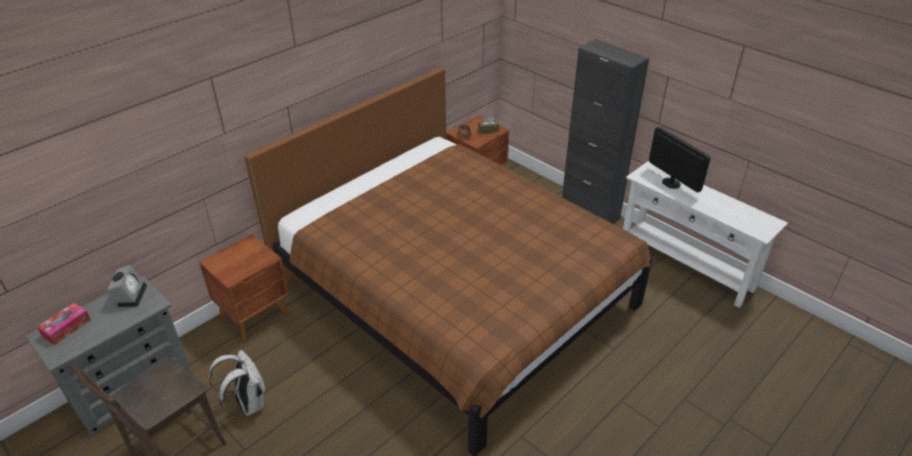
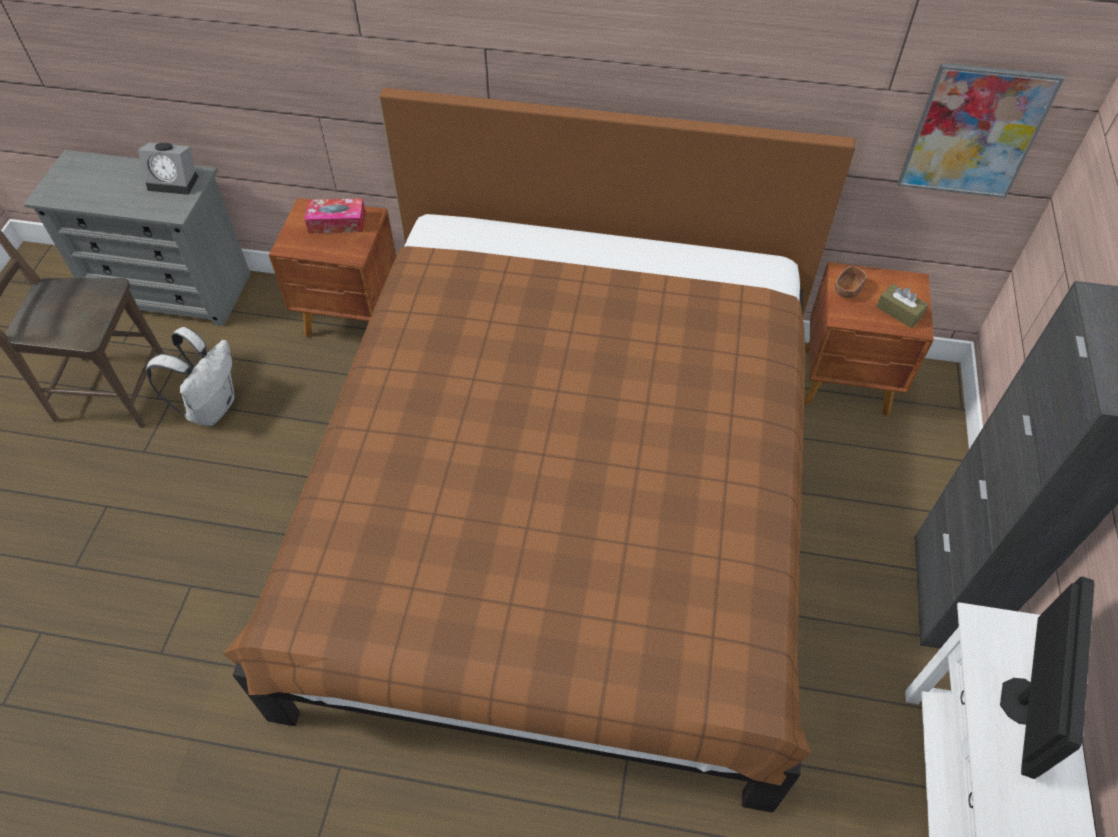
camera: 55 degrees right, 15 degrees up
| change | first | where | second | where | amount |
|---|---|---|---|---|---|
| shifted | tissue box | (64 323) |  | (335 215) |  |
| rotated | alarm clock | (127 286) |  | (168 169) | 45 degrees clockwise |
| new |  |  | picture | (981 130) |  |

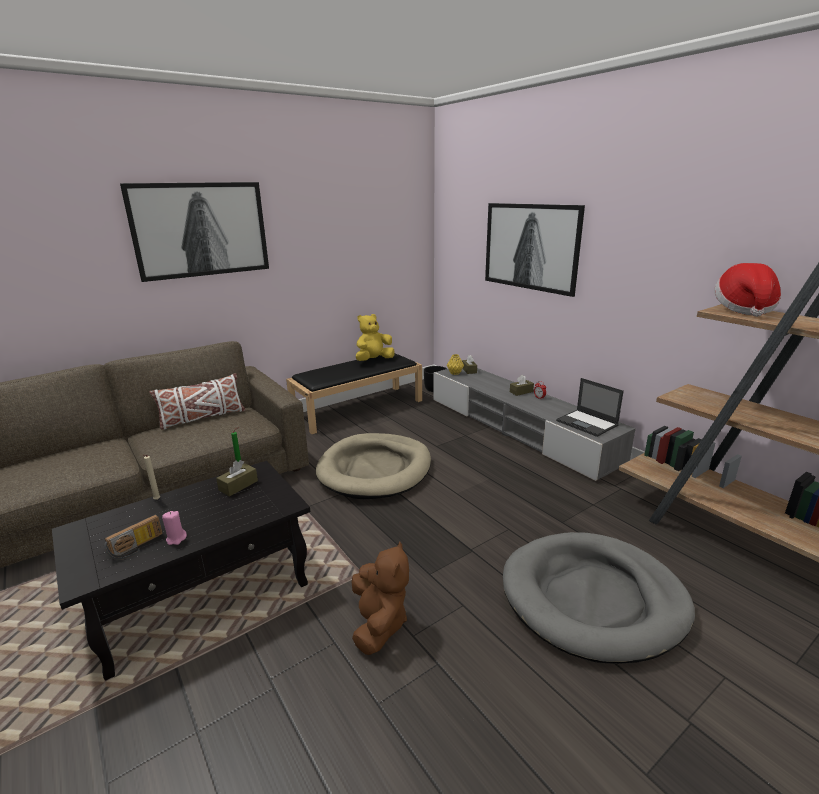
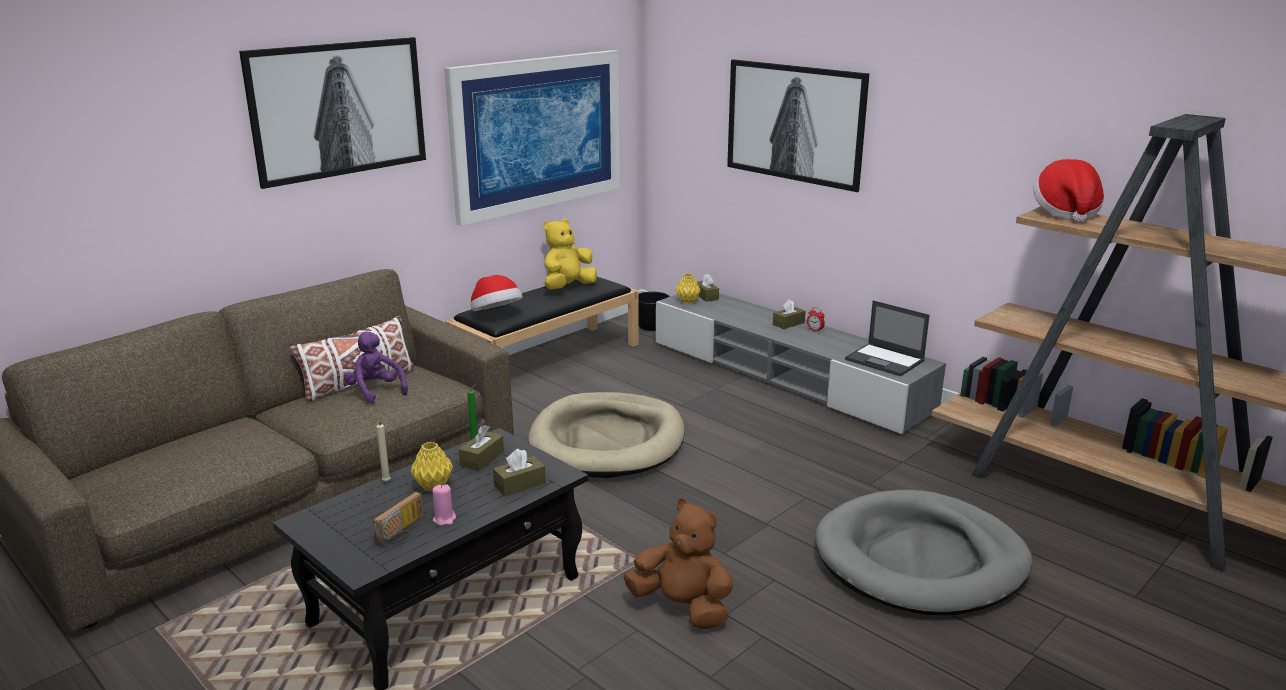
camera: 10 degrees left, 0 degrees up
| change | first | where | second | where | amount |
|---|---|---|---|---|---|
| rotated | plush toy/brown | (380 598) |  | (678 564) | 45 degrees counterclockwise |
| new |  |  | plush toy/purple | (376 367) |  |
| new |  |  | vase/yellow | (432 467) |  |
| new |  |  | picture | (532 138) |  |
| new |  |  | hat | (496 293) |  |
| new |  |  | tissue box/brown | (519 472) |  |

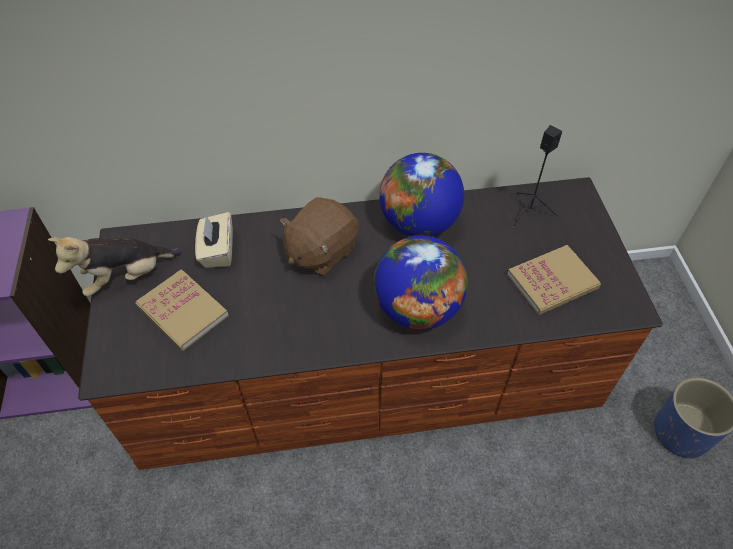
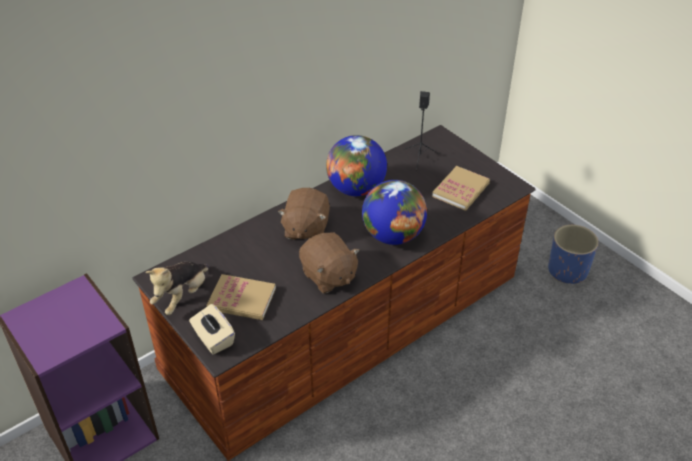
camera: 30 degrees left, 10 degrees down
| change | first | where | second | where | amount |
|---|---|---|---|---|---|
| shifted | tissue box/beige | (214 240) |  | (212 329) |  |
| new |  |  | plush toy/brown | (329 263) |  |

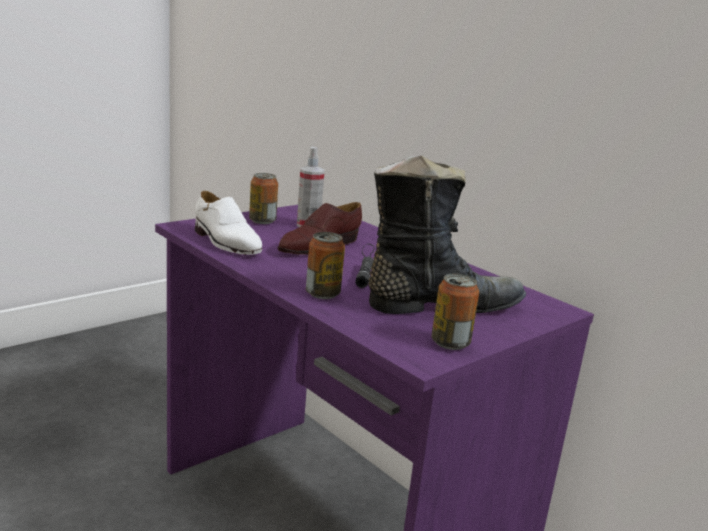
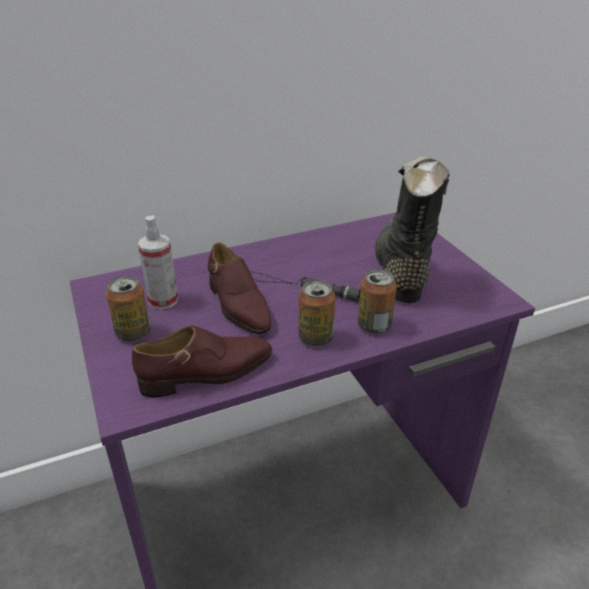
camera: 70 degrees left, 15 degrees up
| change | first | where | second | where | amount |
|---|---|---|---|---|---|
| repainted | shoe/white | (229 223) | shoe/brown | (202 361) |  |
| shifted | can | (455 311) |  | (317 313) |  |

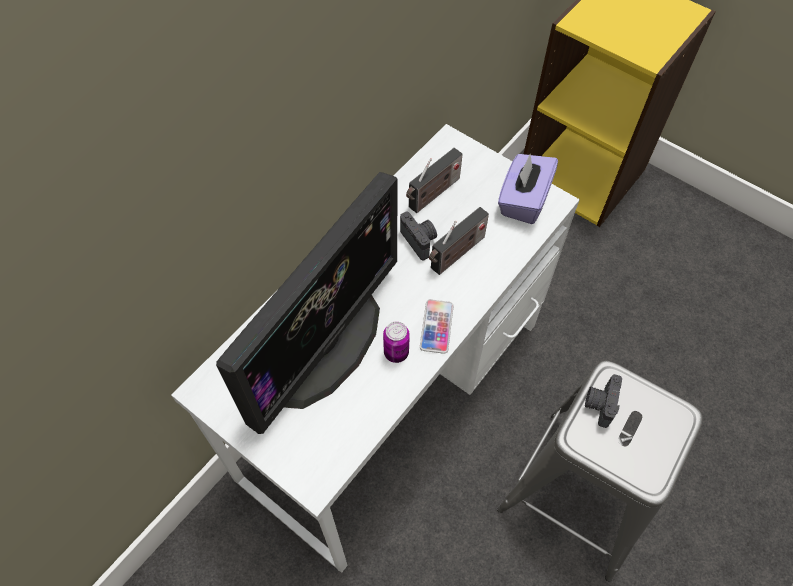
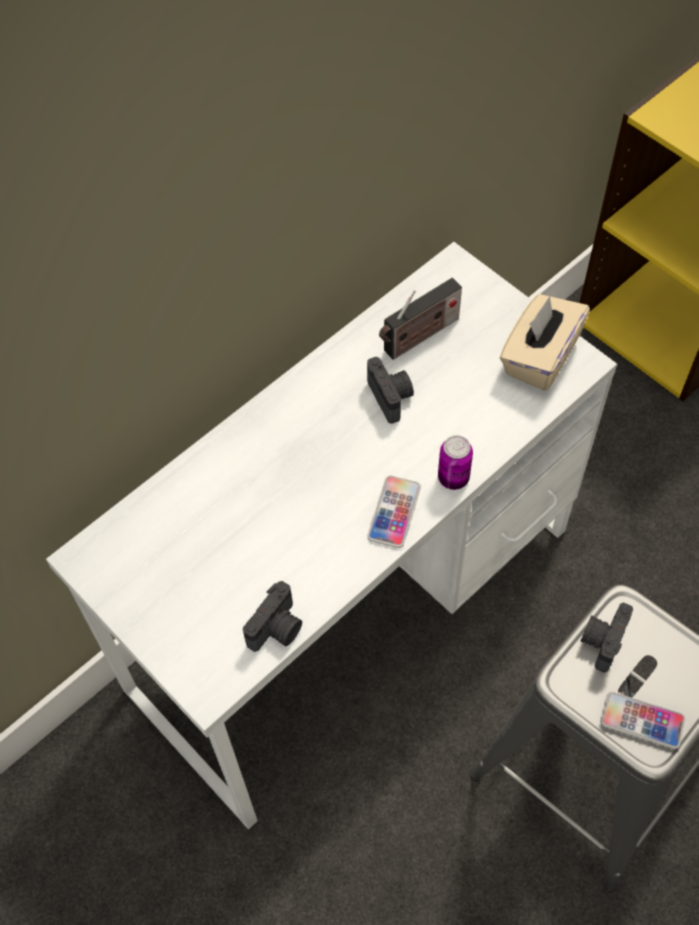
camera: 10 degrees right, 0 degrees up
| change | first | where | second | where | amount |
|---|---|---|---|---|---|
| gone | monitor | (306 303) |  |  |  |
| shifted | can | (396 342) |  | (455 462) |  |
| gone | radio | (459 241) |  |  |  |
| repainted | tissue box/purple | (528 189) | tissue box/beige | (545 342) |  |
| new |  |  | photo camera | (272 616) |  |
| new |  |  | phone | (643 720) |  |

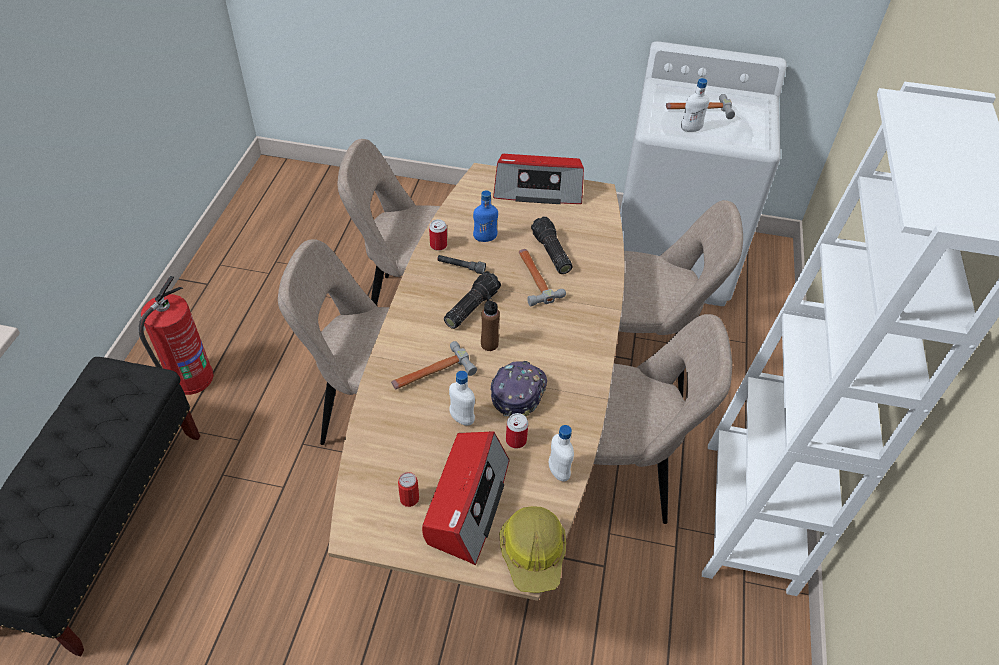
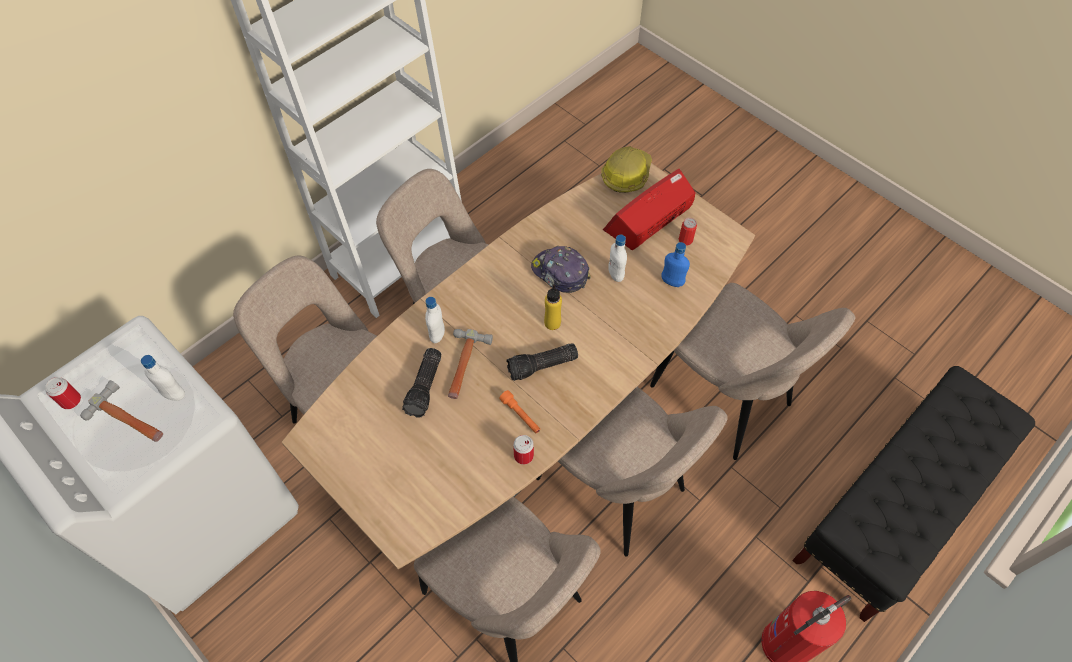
camera: 145 degrees left, 10 degrees up
| change | first | where | second | where | amount |
|---|---|---|---|---|---|
| gone | hammer | (434 365) |  |  |  |
| repainted | flashlight/grey | (461 264) | flashlight/orange | (519 411) |  |
| shifted | bottle/blue | (485 216) |  | (675 264) |  |
| repainted | bottle/brown | (490 322) | bottle/yellow | (553 307) |  |
| rotated | cap | (518 389) |  | (561 269) | 75 degrees clockwise |
| gone | radio | (538 179) |  |  |  |
| shifted | can | (517 431) |  | (63 393) |  |
| shifted | bottle/white | (561 453) |  | (435 320) |  |
| new |  |  | chair/beige | (753 371) |  |

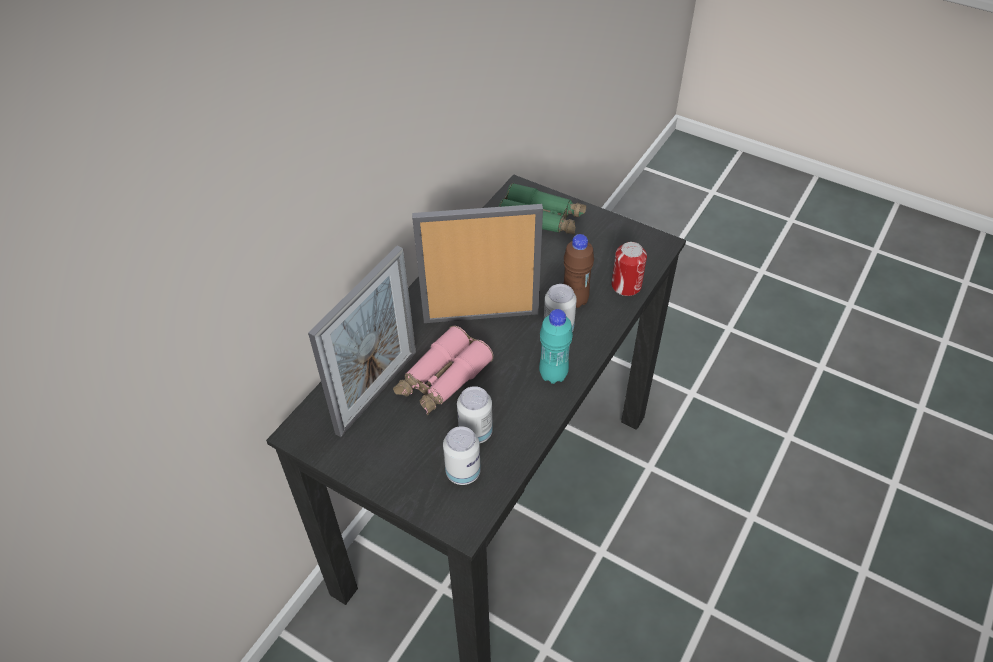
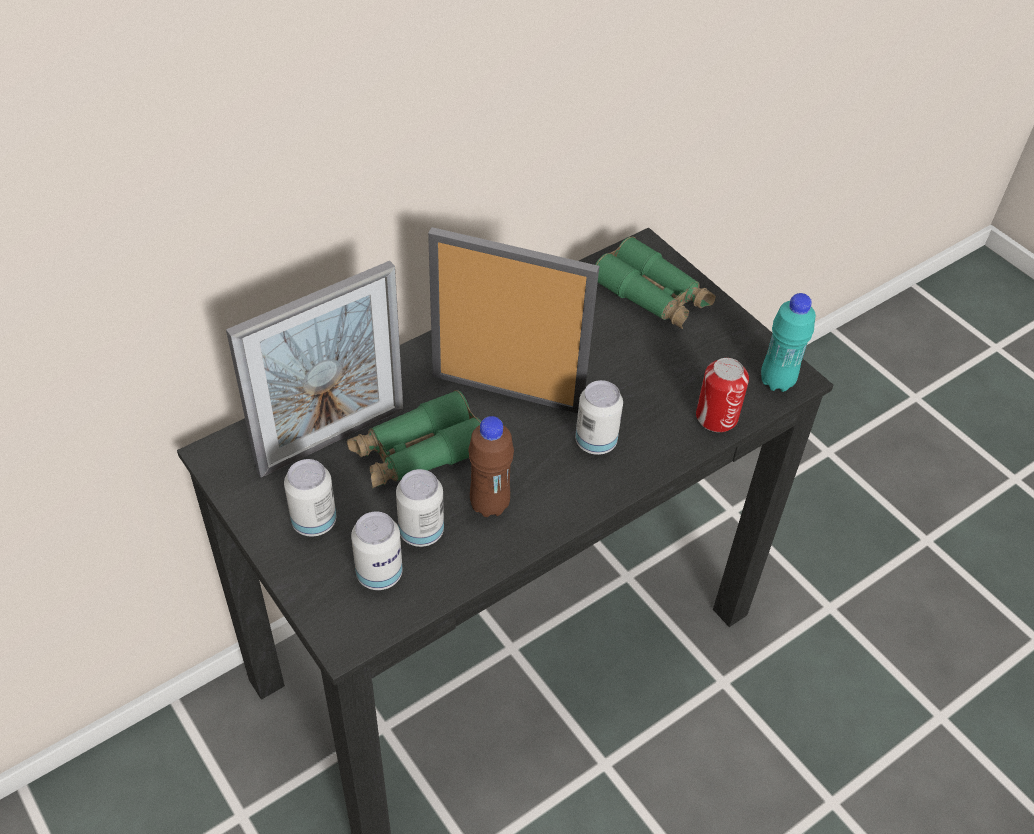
camera: 20 degrees right, 0 degrees up
| change | first | where | second | where | amount |
|---|---|---|---|---|---|
| repainted | binoculars/pink | (443 370) | binoculars/green | (414 439) |  |
| shifted | bottle/turquoise | (556 346) |  | (788 342) |  |
| shifted | bottle/brown | (578 271) |  | (491 466) |  |
| new |  |  | can | (310 497) |  |

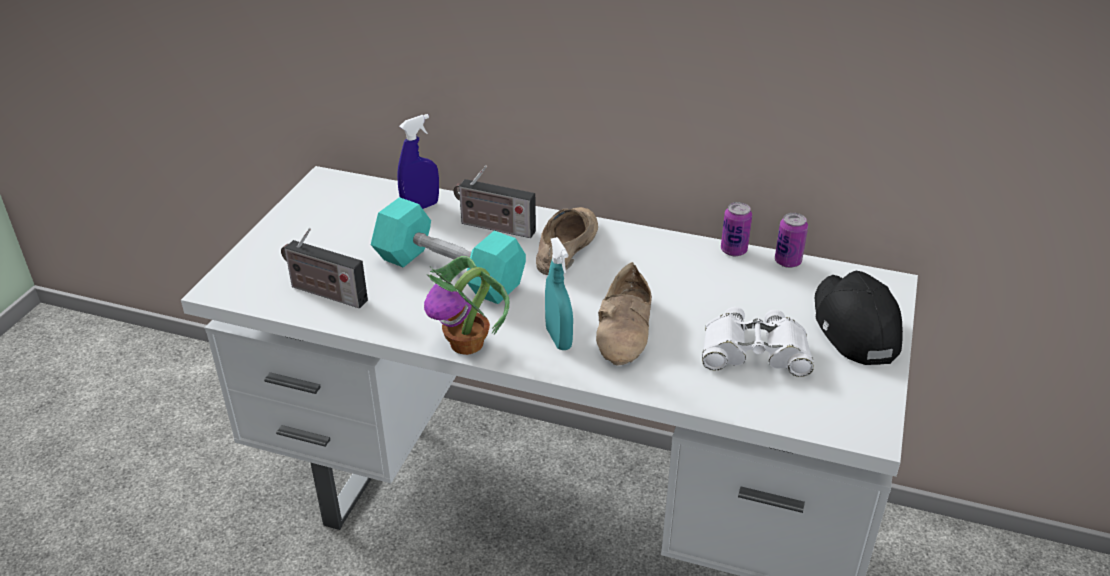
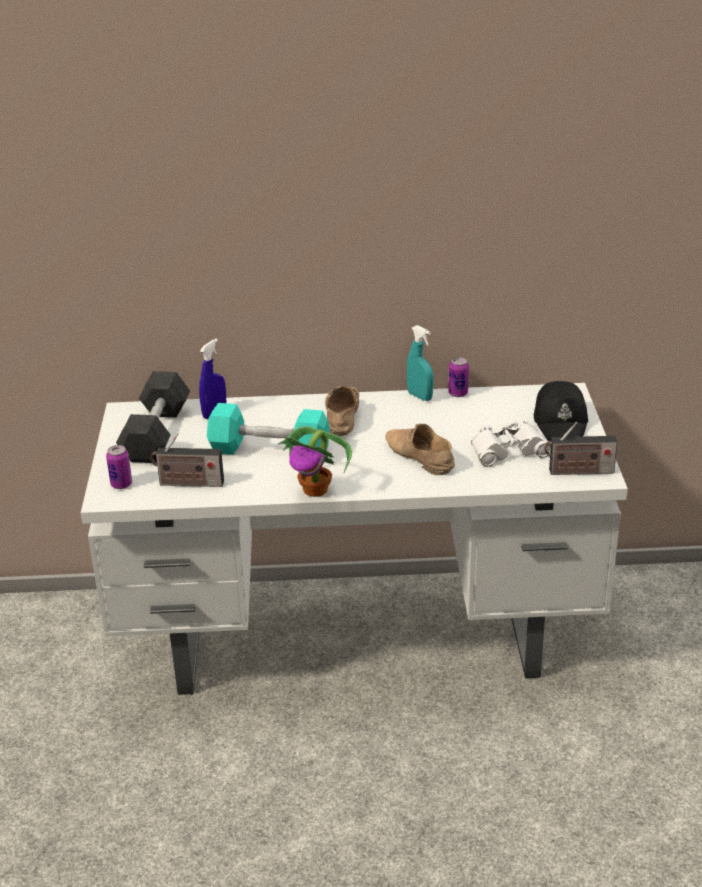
camera: 20 degrees left, 5 degrees down
| change | first | where | second | where | amount |
|---|---|---|---|---|---|
| shifted | radio | (495 201) |  | (580 448) |  |
| shifted | spray bottle/turquoise | (559 293) |  | (420 363) |  |
| rotated | shoe/beige | (624 314) |  | (420 449) | 150 degrees clockwise |
| shifted | can | (791 240) |  | (119 467) |  |
| rotated | cap/black | (859 318) |  | (561 411) | 150 degrees counterclockwise |
| new |  |  | dumbbell/black | (153 417) |  |

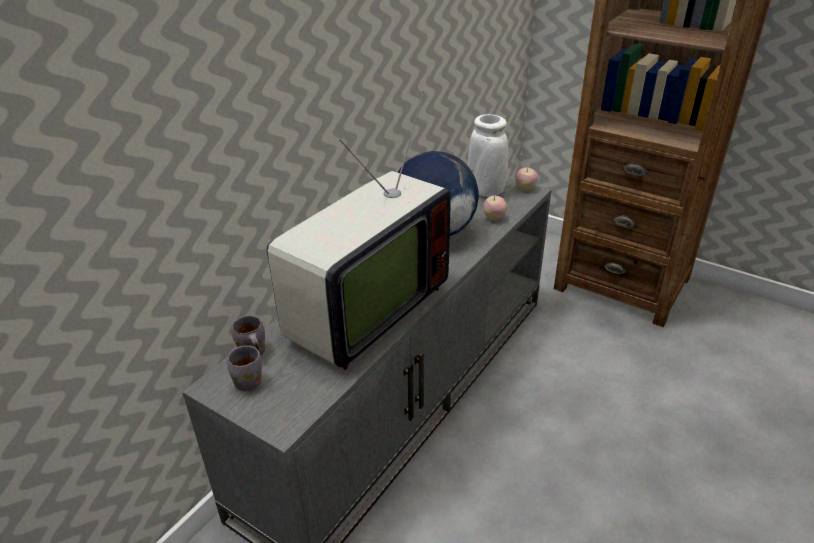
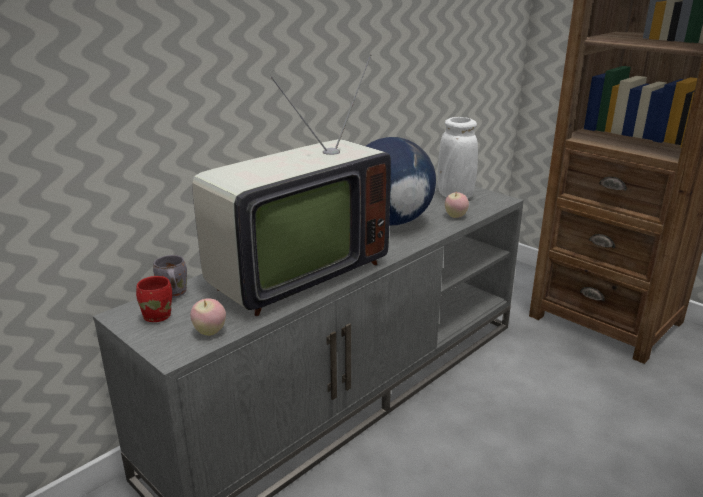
camera: 10 degrees right, 10 degrees down
| change | first | where | second | where | amount |
|---|---|---|---|---|---|
| repainted | mug/grey | (244 369) | mug/red | (154 299) |  |
| shifted | apple | (526 179) |  | (208 317) |  |

